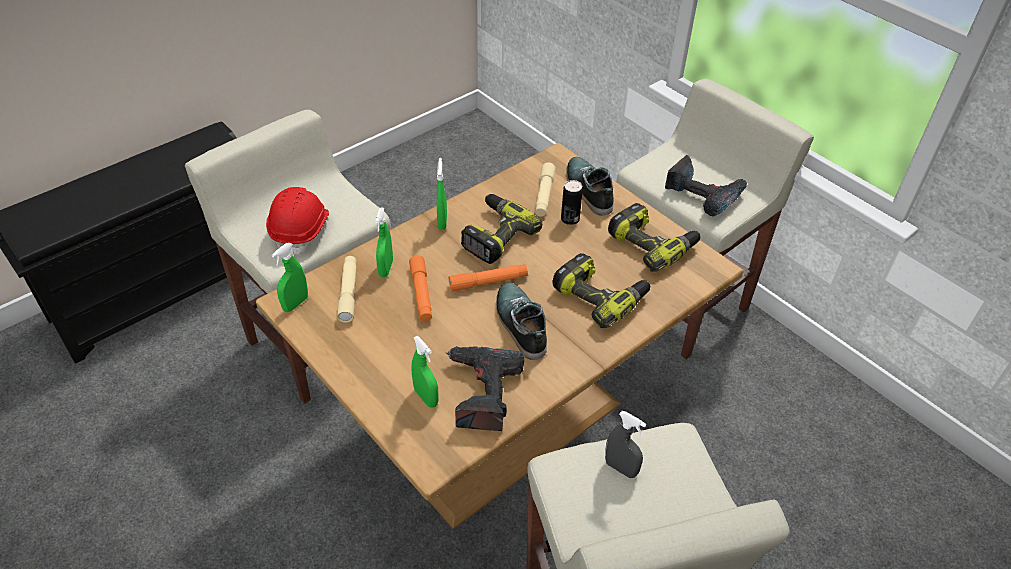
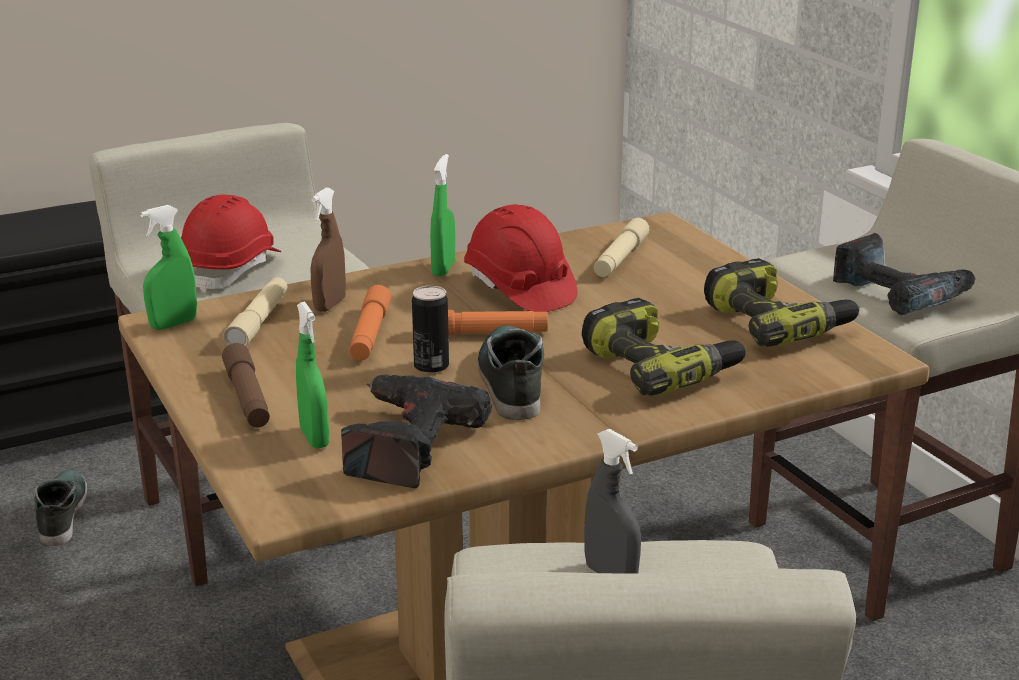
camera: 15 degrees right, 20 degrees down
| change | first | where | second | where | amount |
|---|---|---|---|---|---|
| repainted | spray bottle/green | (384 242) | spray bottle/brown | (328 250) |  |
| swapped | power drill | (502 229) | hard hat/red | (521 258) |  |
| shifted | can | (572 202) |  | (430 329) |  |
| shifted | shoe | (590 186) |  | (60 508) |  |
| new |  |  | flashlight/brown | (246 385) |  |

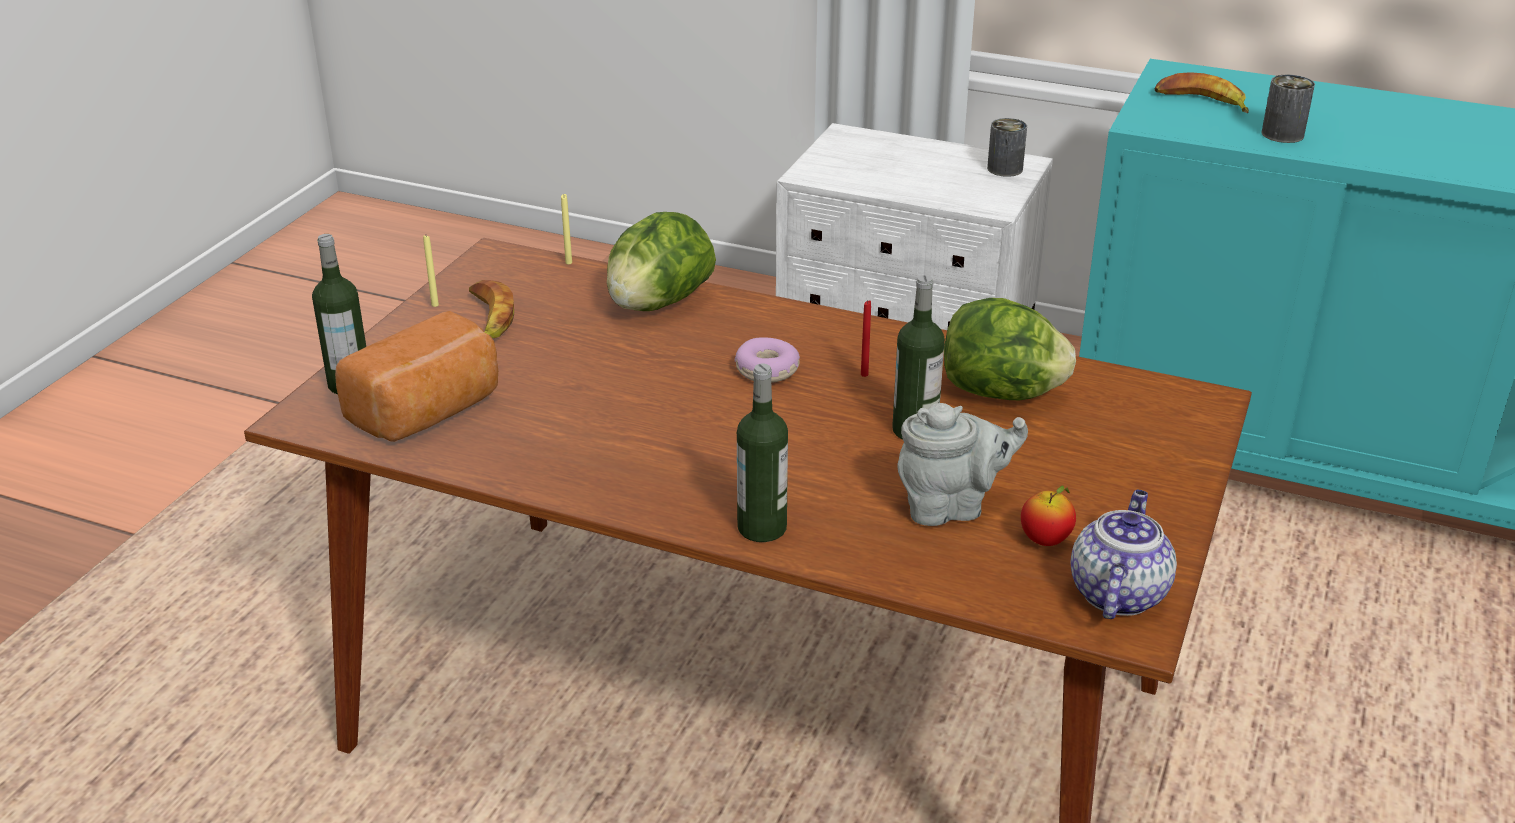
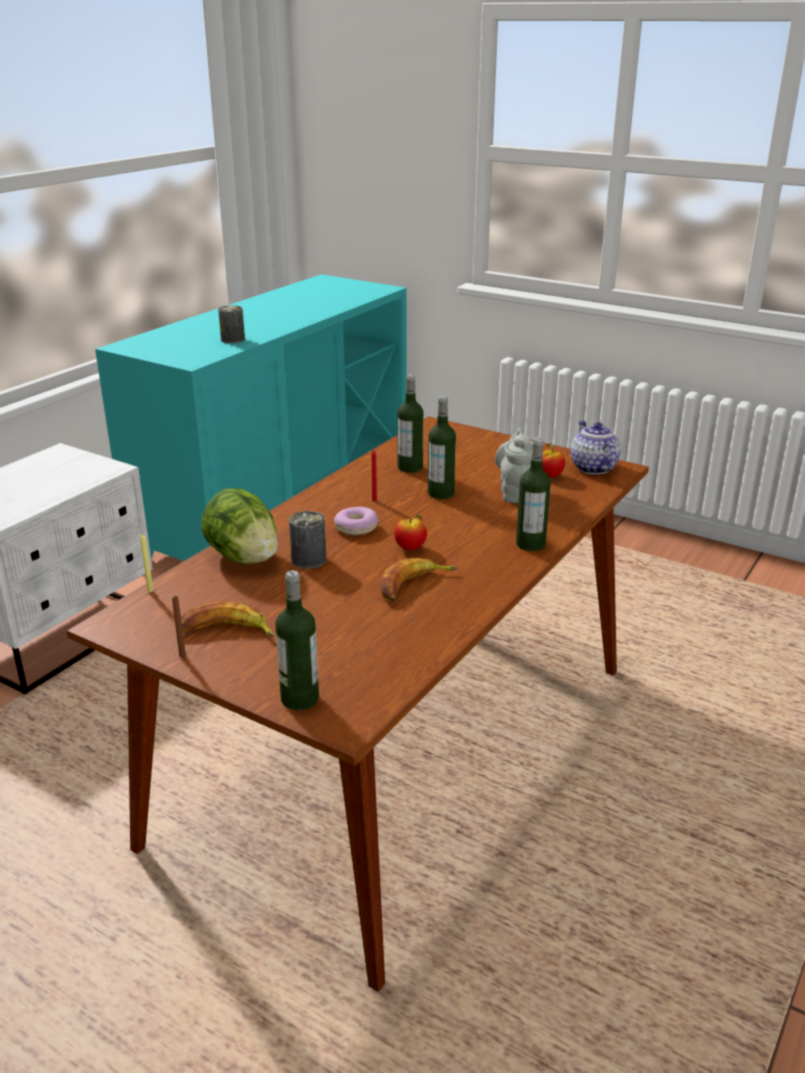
camera: 80 degrees left, 5 degrees down
| change | first | where | second | where | amount |
|---|---|---|---|---|---|
| gone | bread | (416 376) |  |  |  |
| repainted | candle/yellow | (431 271) | candle/brown | (179 626) |  |
| swapped | lettuce | (1010 349) | bottle | (410 423) |  |
| shifted | can | (1007 147) |  | (307 540) |  |
| rotated | teapot | (1124 554) |  | (595 447) | 45 degrees clockwise |
| shifted | banana | (1201 92) |  | (419 579) |  |
| new |  |  | apple | (410 532) |  |

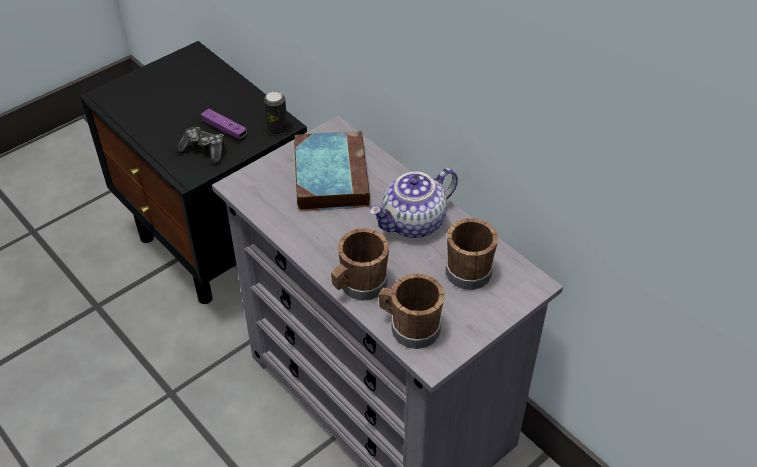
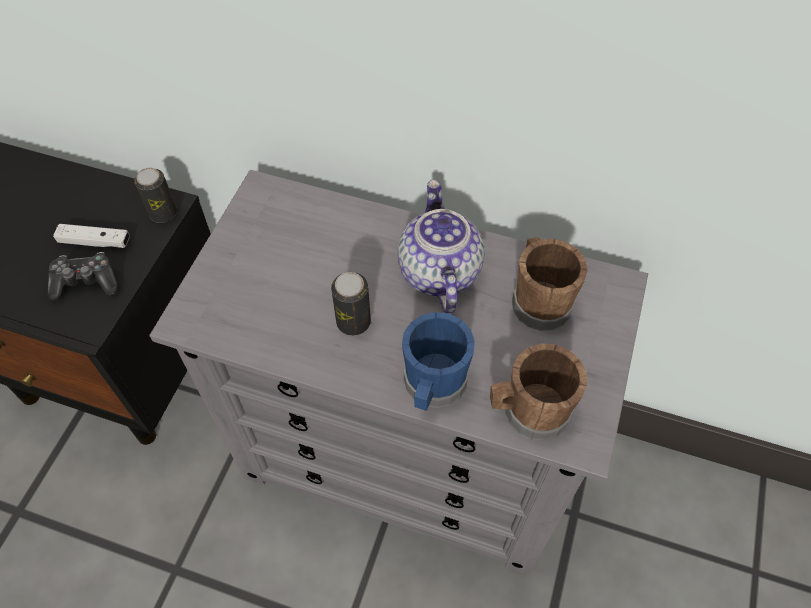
camera: 30 degrees left, 10 degrees up
| change | first | where | second | where | amount |
|---|---|---|---|---|---|
| repainted | game controller/purple | (224 124) | game controller/white | (91 236) |  |
| gone | book | (332 171) |  |  |  |
| repainted | mug/brown | (360 264) | mug/blue | (438 361) |  |
| rotated | teapot | (413 203) |  | (441 247) | 150 degrees clockwise |
| new |  |  | can | (351 304) |  |

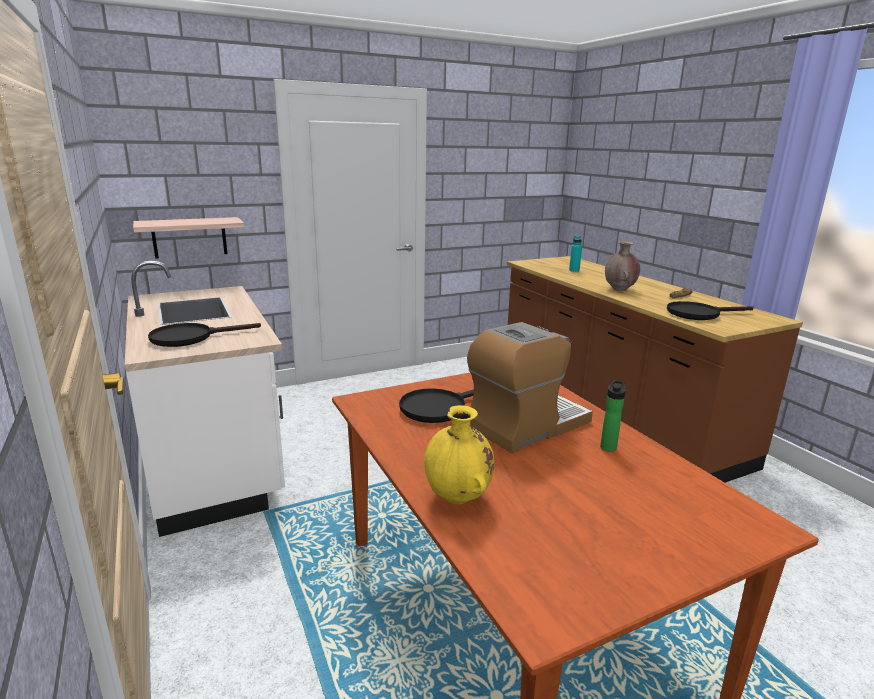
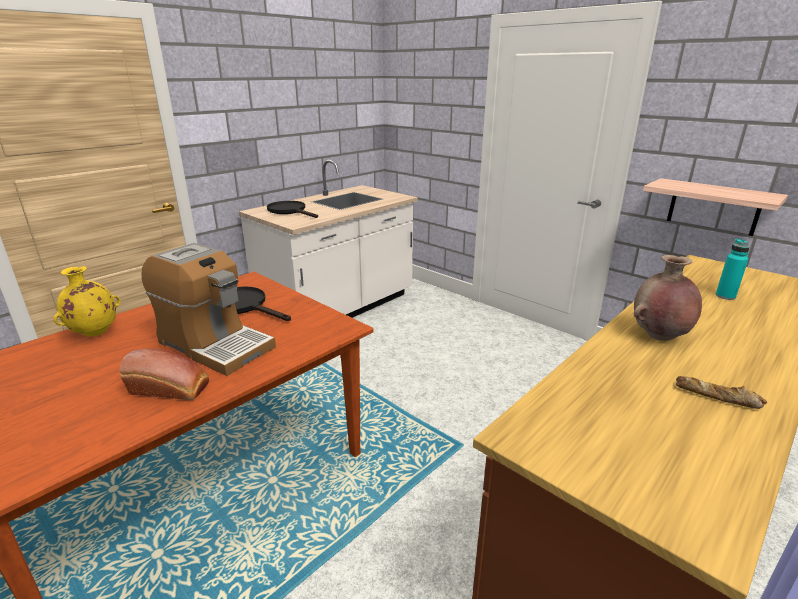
camera: 70 degrees right, 5 degrees up
| change | first | where | second | where | amount |
|---|---|---|---|---|---|
| shifted | shelf | (189 238) |  | (715 207) |  |
| swapped | bottle | (613 416) | bread | (164 374) |  |
| gone | frying pan/black | (710 310) |  |  |  |

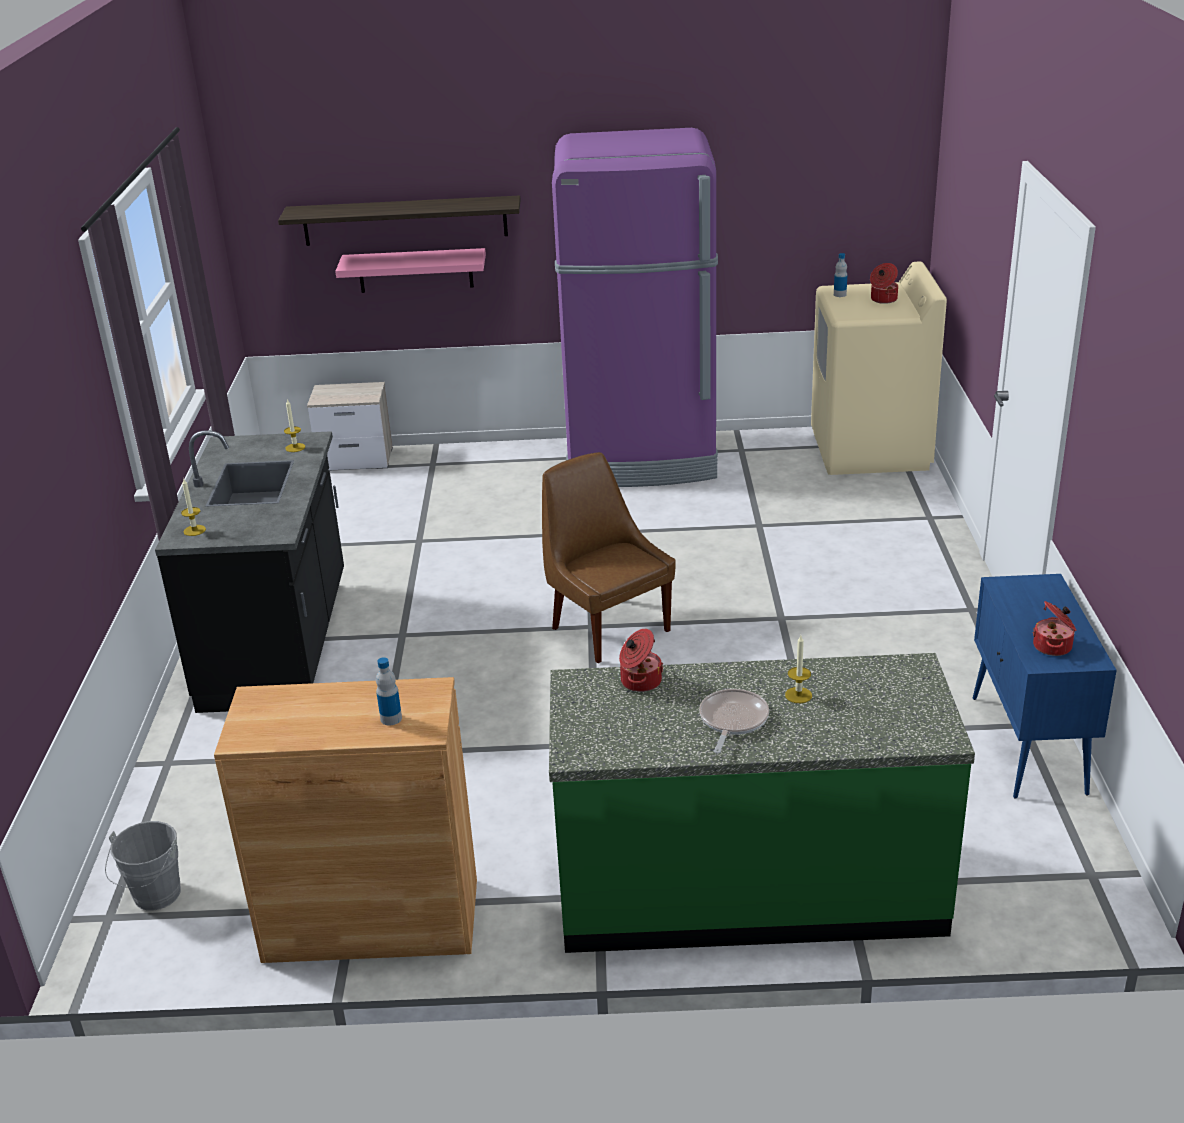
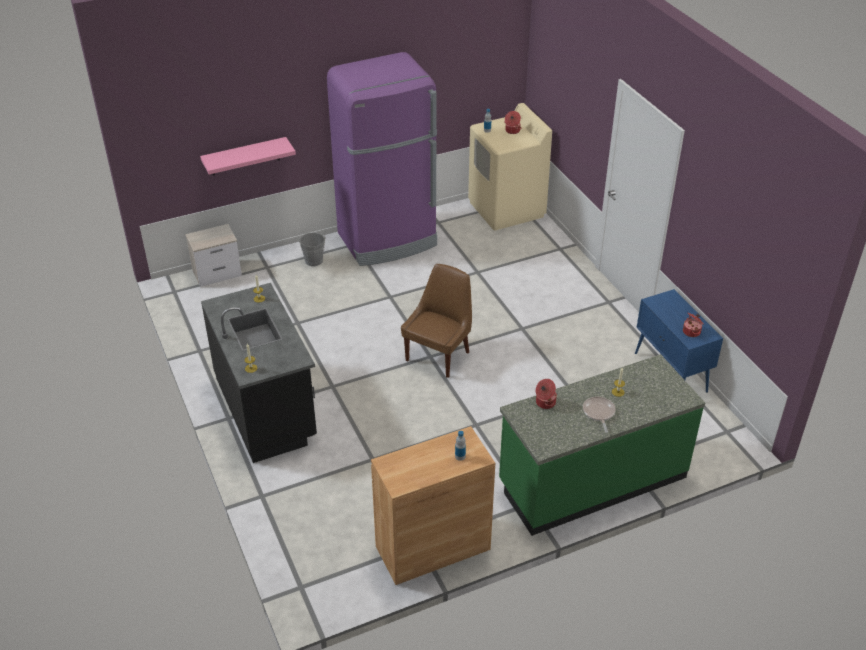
camera: 25 degrees left, 10 degrees up
| change | first | where | second | where | amount |
|---|---|---|---|---|---|
| shifted | bucket/grey | (143 865) |  | (312 249) |  |
| gone | shelf | (399 221) |  |  |  |
| rotated | chair/brown | (609 557) |  | (436 321) | 90 degrees clockwise |

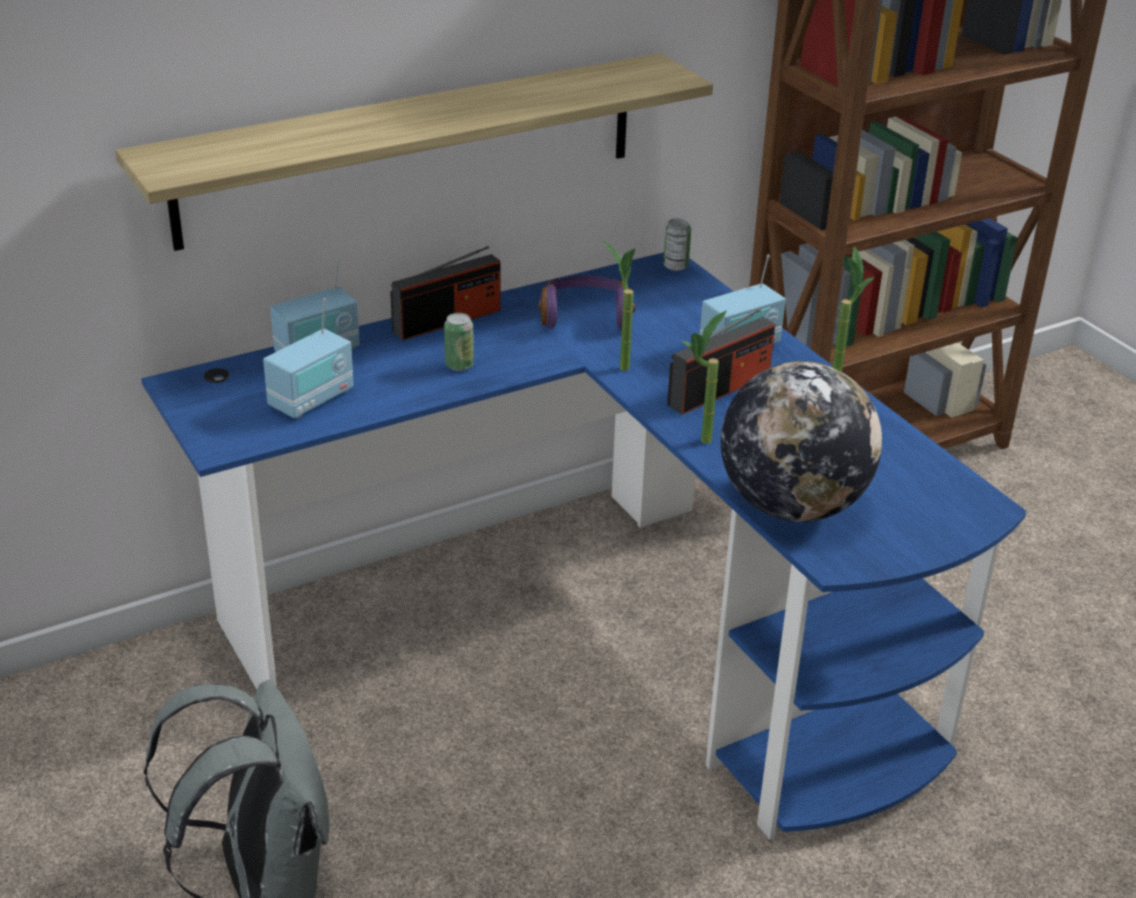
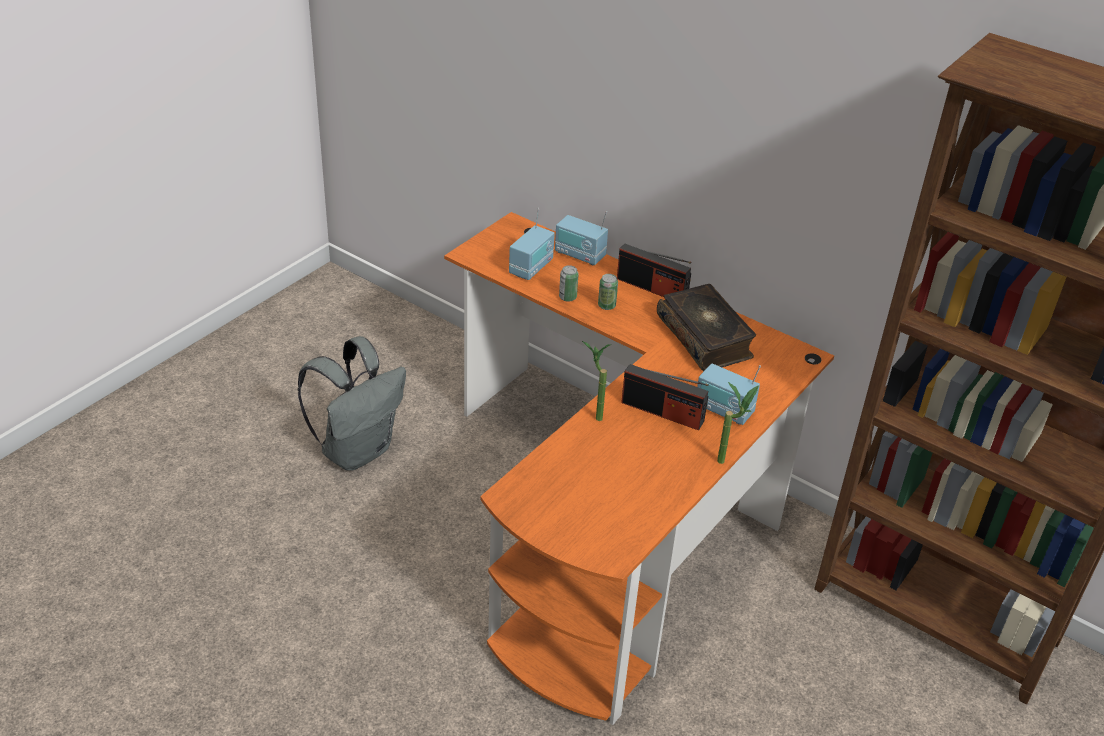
camera: 65 degrees right, 5 degrees up
| change | first | where | second | where | amount |
|---|---|---|---|---|---|
| gone | shelf | (414 152) |  |  |  |
| repainted | desk/blue | (583 545) | desk/orange | (639 468) |  |
| rotated | radio | (308 358) |  | (532 244) | 75 degrees counterclockwise |
| swapped | headphones/purple | (586 302) | book | (706 327) |  |
| gone | potted plant | (619 306) |  |  |  |
| shifted | can | (677 244) |  | (569 283) |  |
| gone | globe | (801 441) |  |  |  |

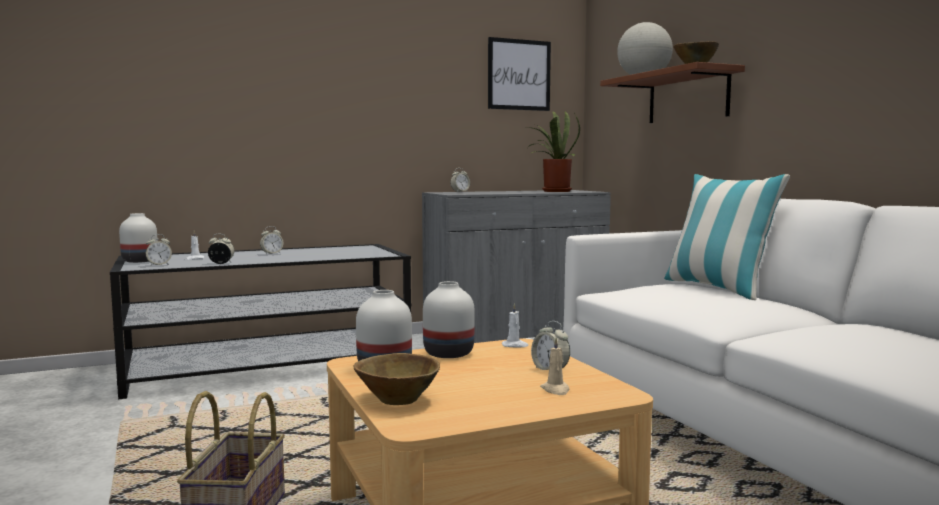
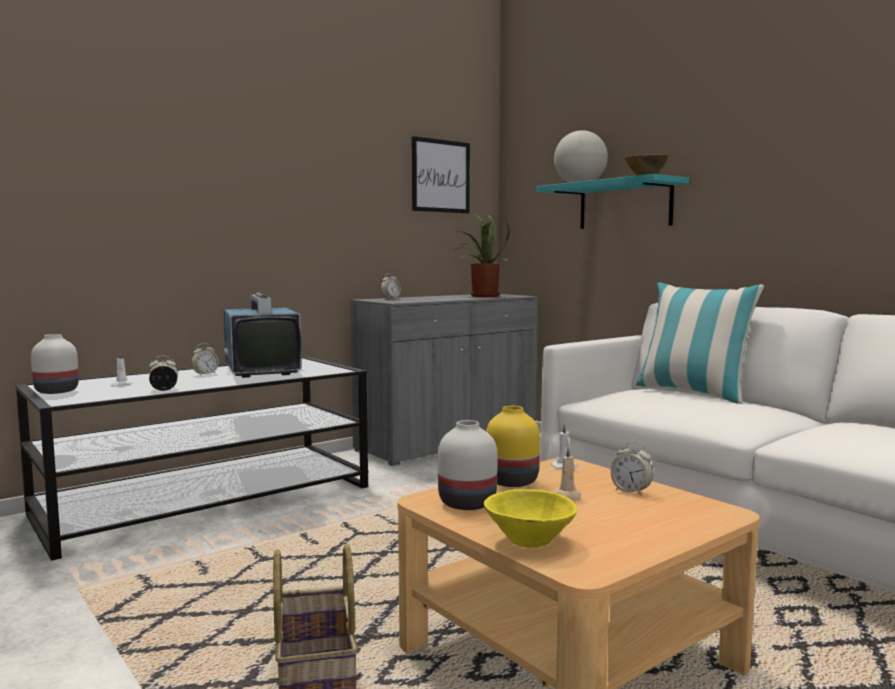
camera: 15 degrees left, 0 degrees up
| change | first | where | second | where | amount |
|---|---|---|---|---|---|
| gone | alarm clock | (159 250) |  |  |  |
| repainted | bowl/brown | (397 379) | bowl/yellow | (530 518) |  |
| repainted | vase/white | (449 319) | vase/yellow | (513 446) |  |
| shifted | candle/beige | (555 366) |  | (567 473) |  |
| repainted | shelf/brown | (672 92) | shelf/turquoise | (612 201) |  |
| new |  |  | television | (263 335) |  |

